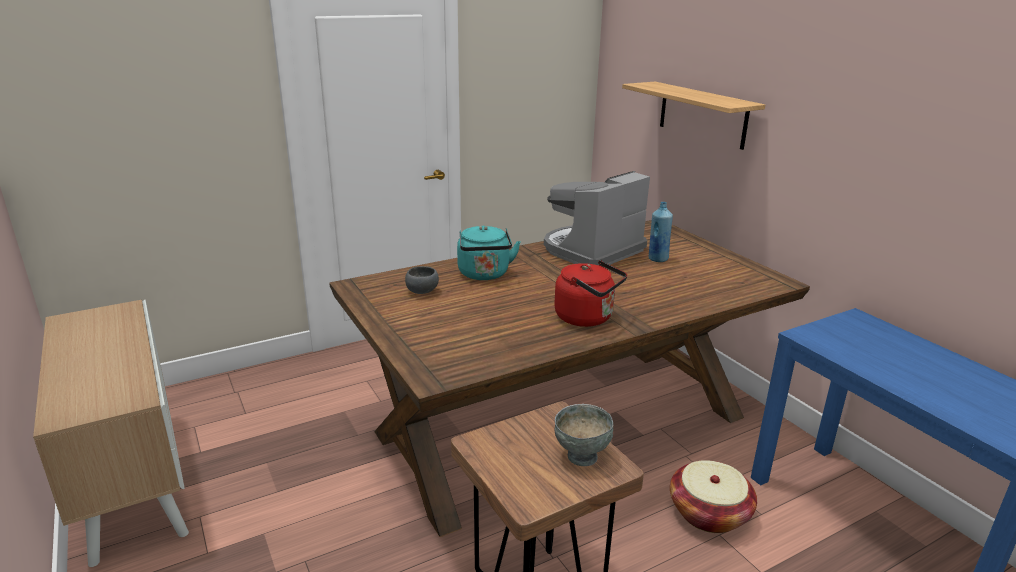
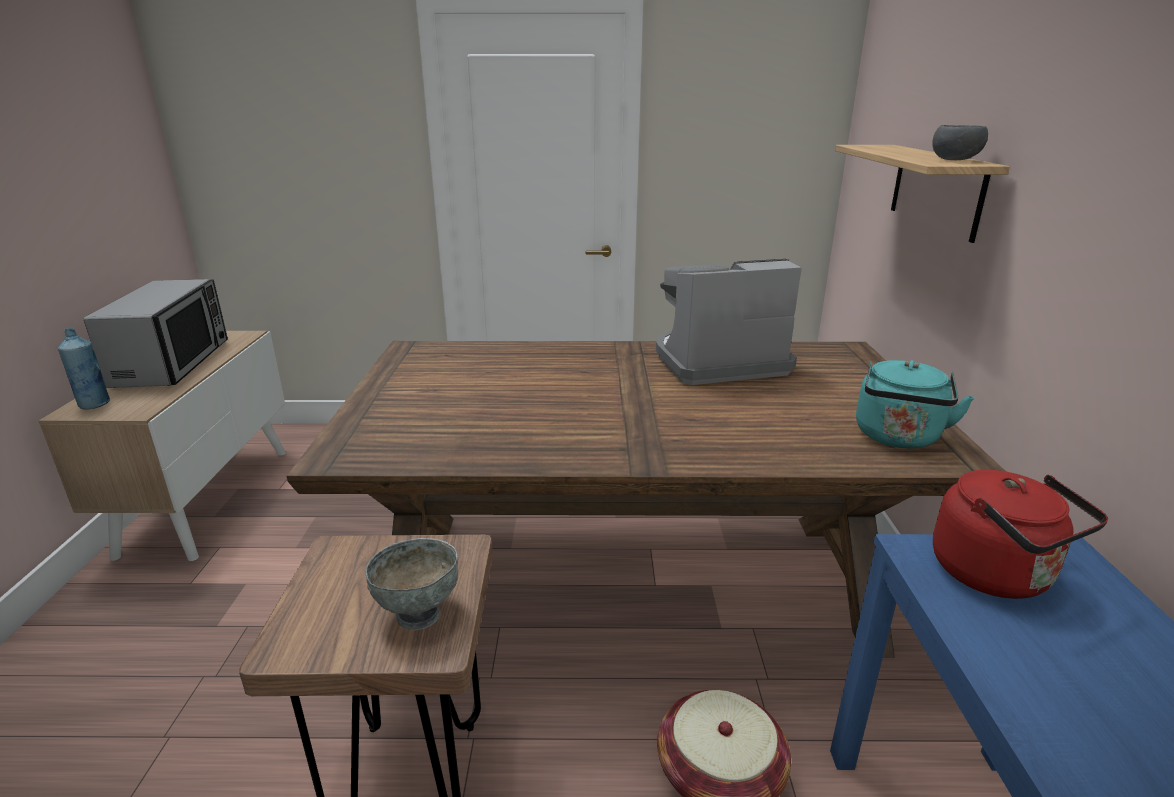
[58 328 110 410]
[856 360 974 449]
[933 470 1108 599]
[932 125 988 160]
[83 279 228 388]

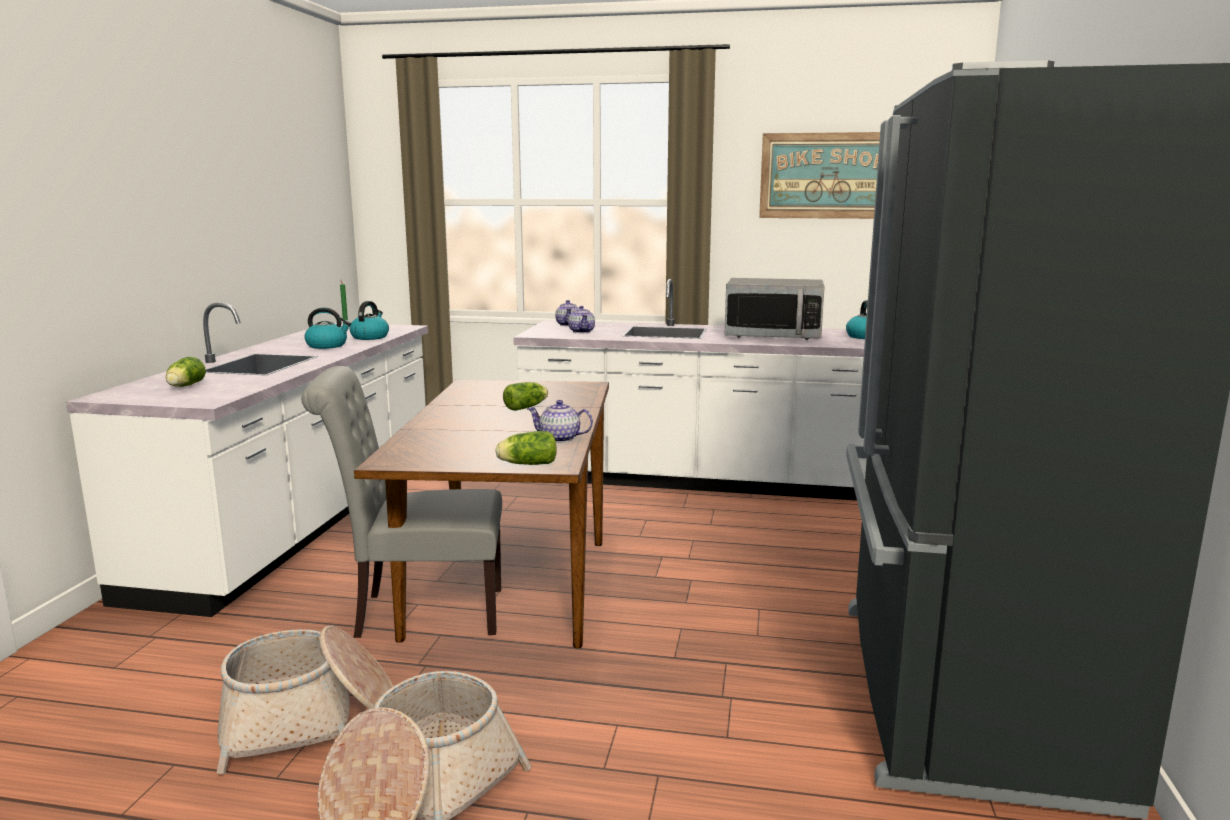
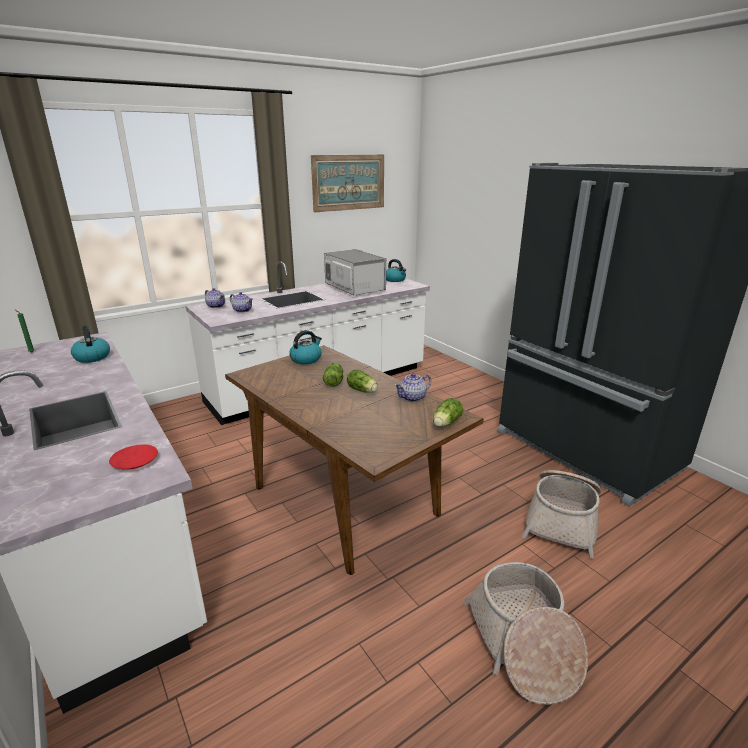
[324 249 386 295]
[289 330 322 364]
[347 369 378 393]
[301 366 502 638] (first image)
[522 470 601 558]
[109 444 158 470]

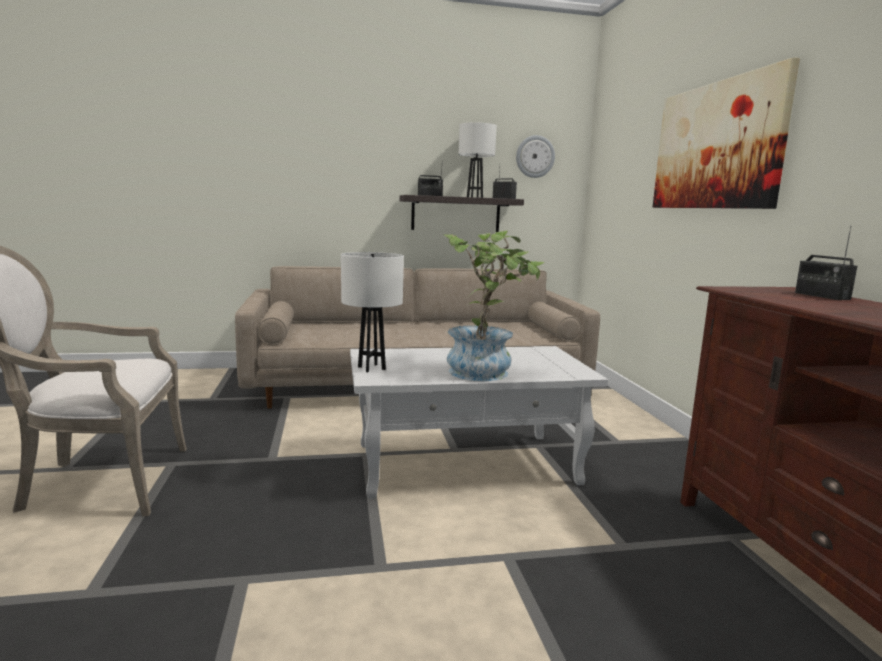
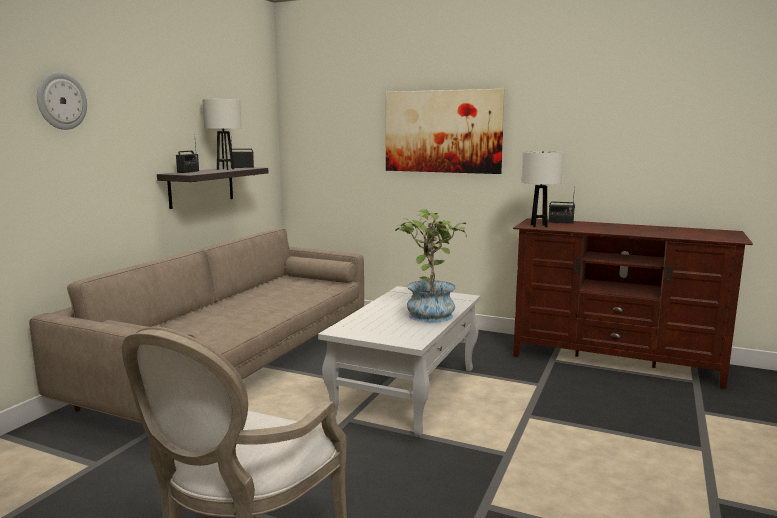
[37 72 87 130]
[521 151 564 227]

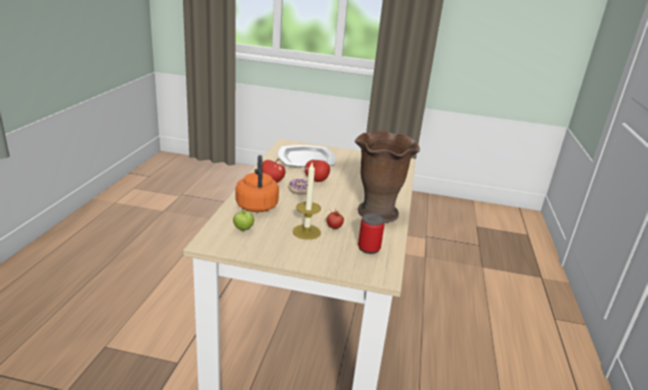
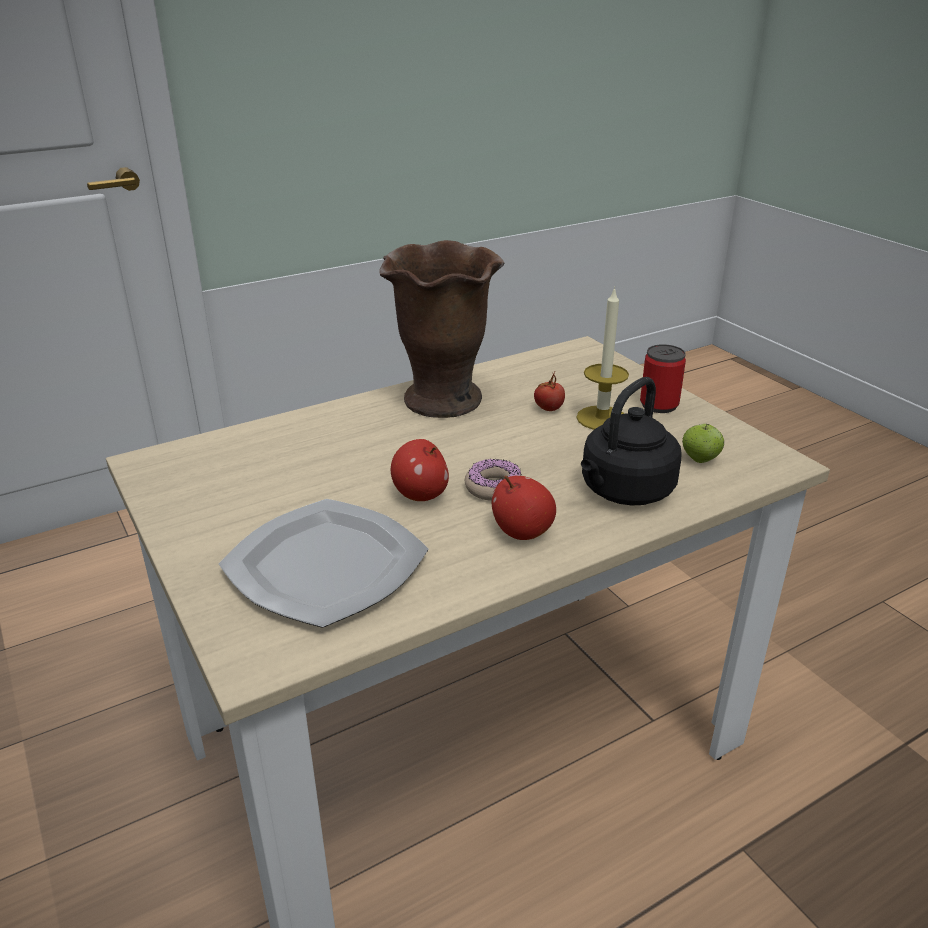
[581 377 682 506]
[640 344 686 413]

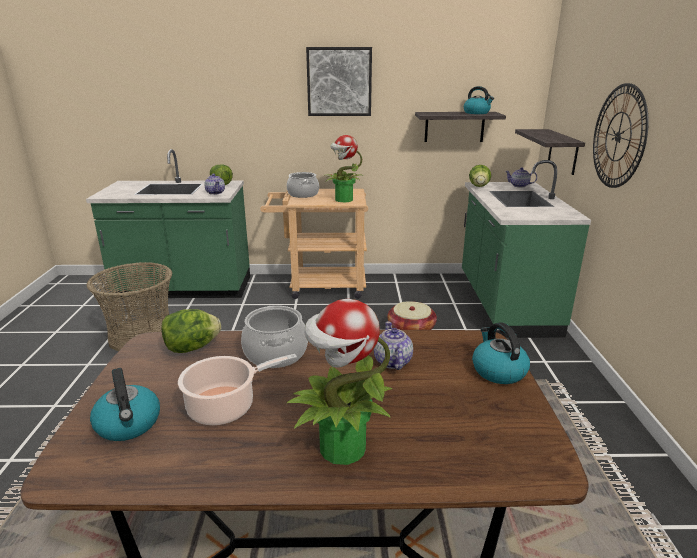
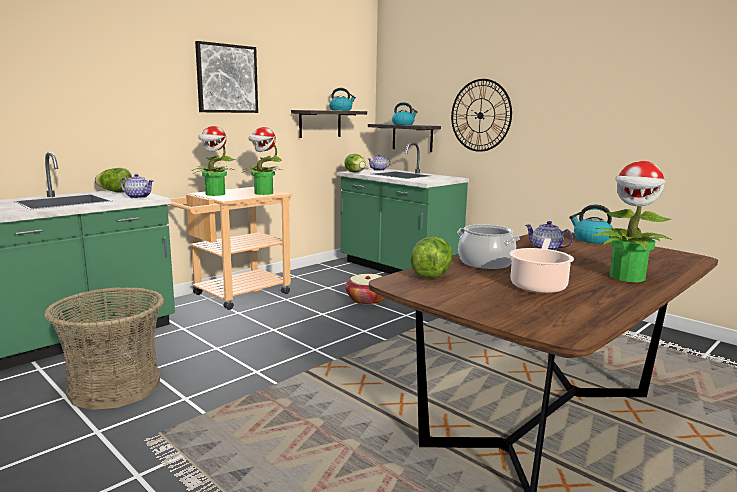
[192 126 235 196]
[392 102 418 125]

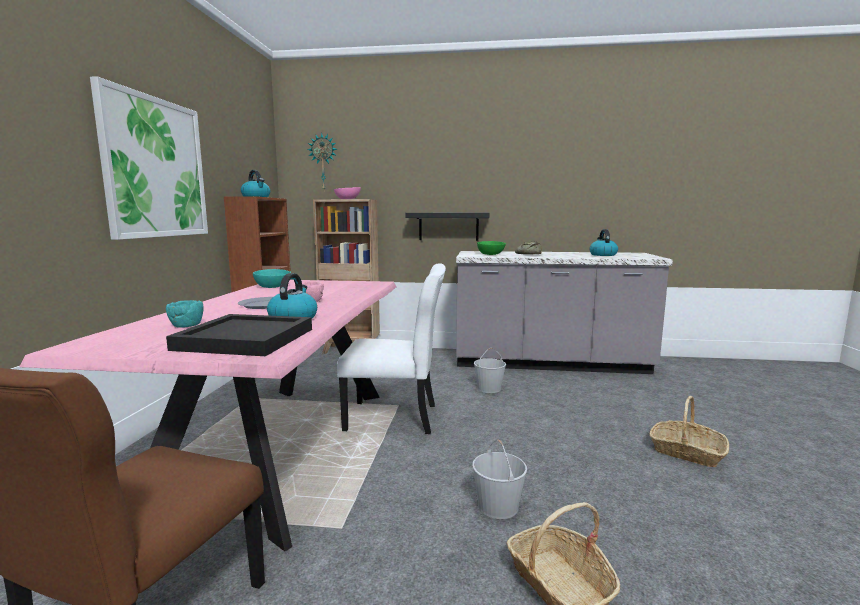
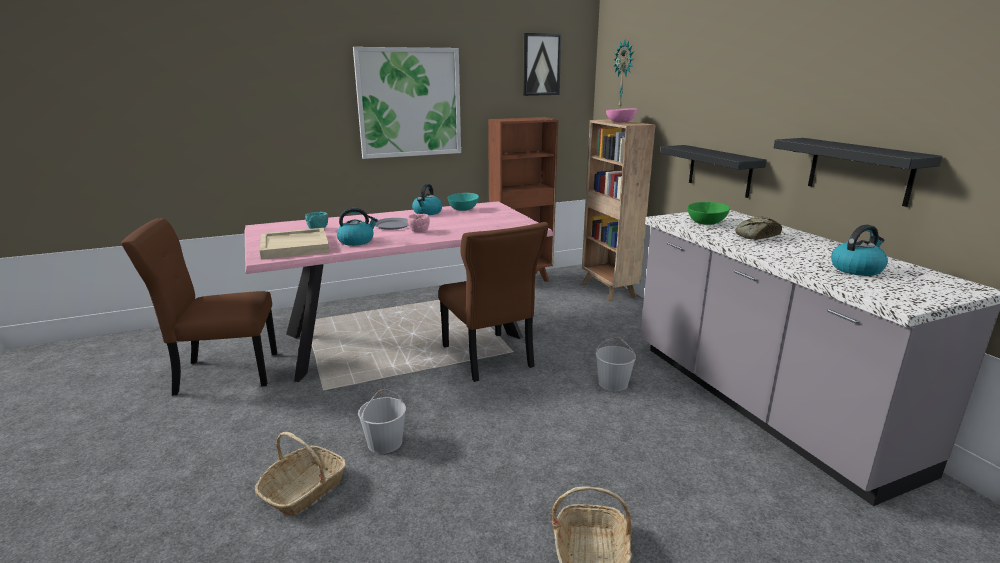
[412 184 442 215]
[439 222 549 382]
[260 228 329 259]
[523 33 562 96]
[774 138 943 207]

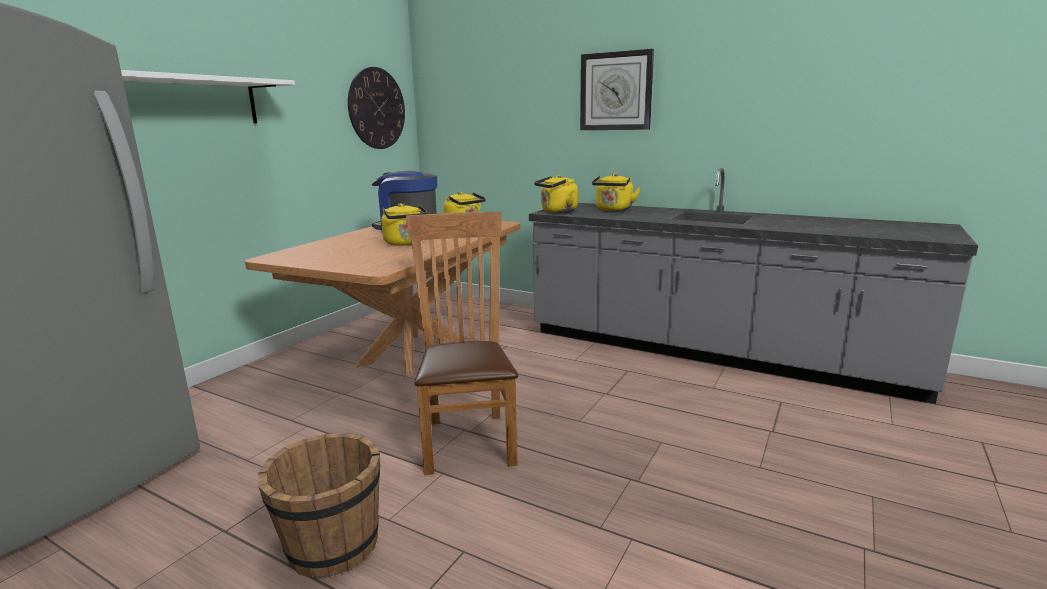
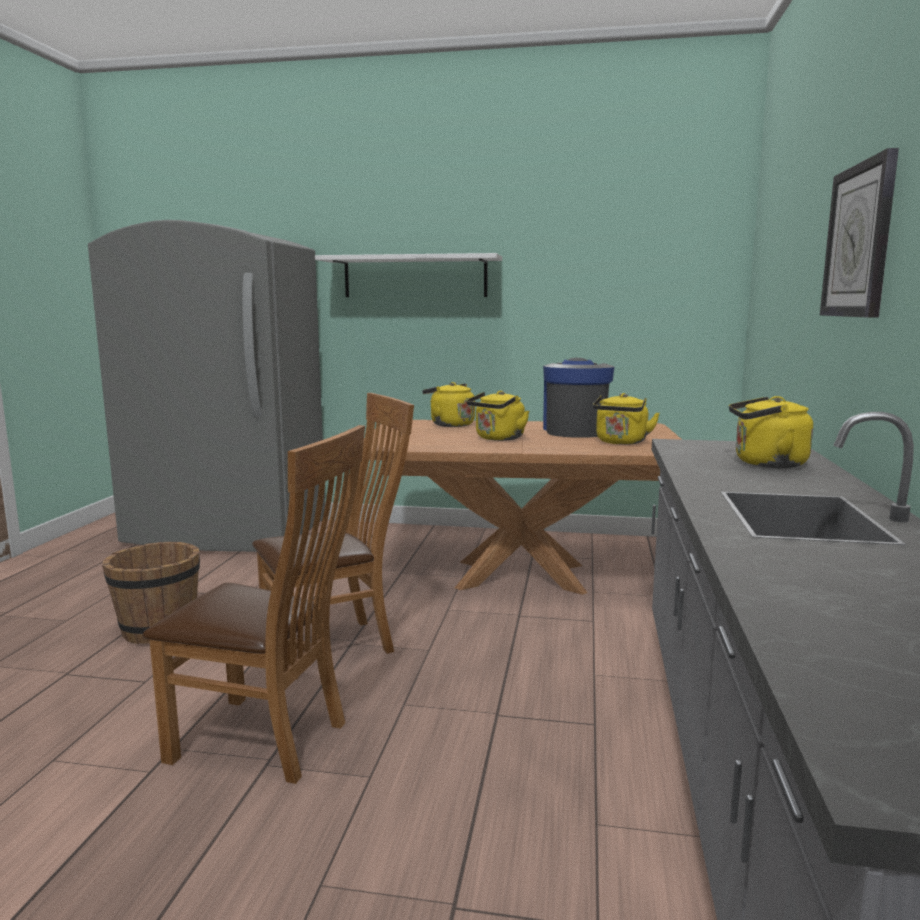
[348 67 405 149] (first image)
[422 382 475 427]
[143 425 365 784]

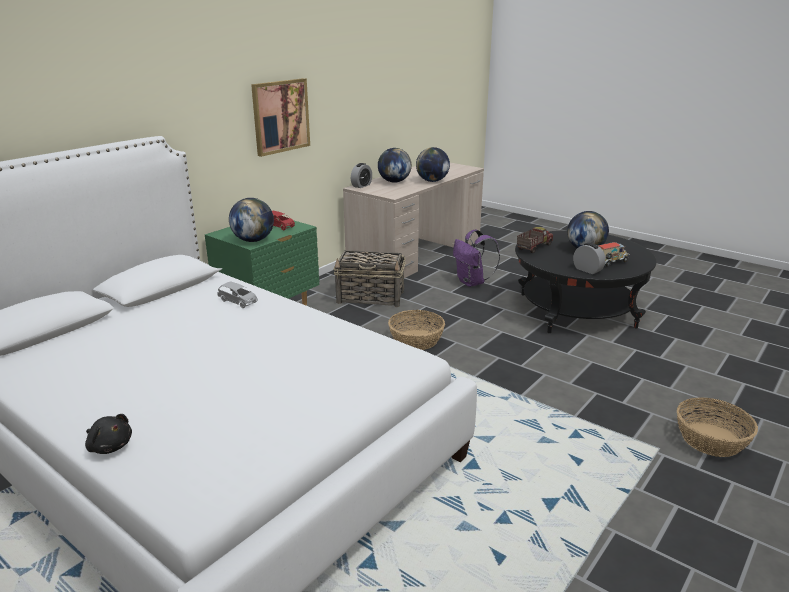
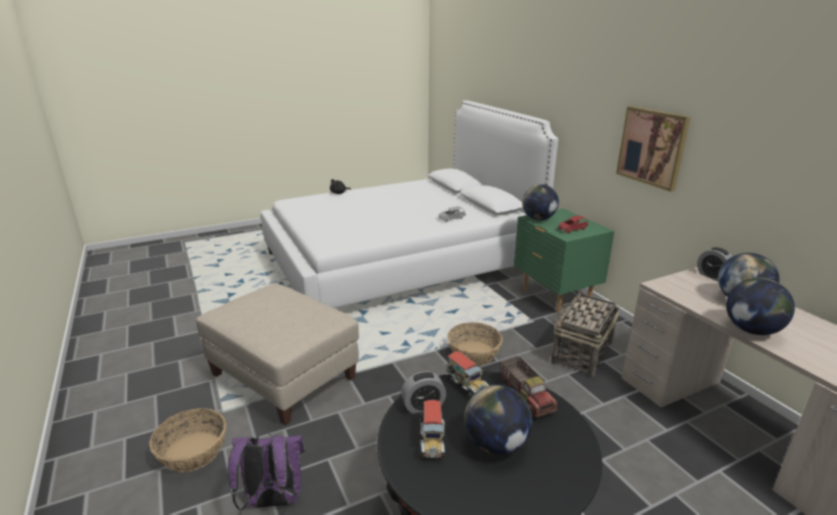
[228 432 305 510]
[196 284 359 425]
[445 351 489 398]

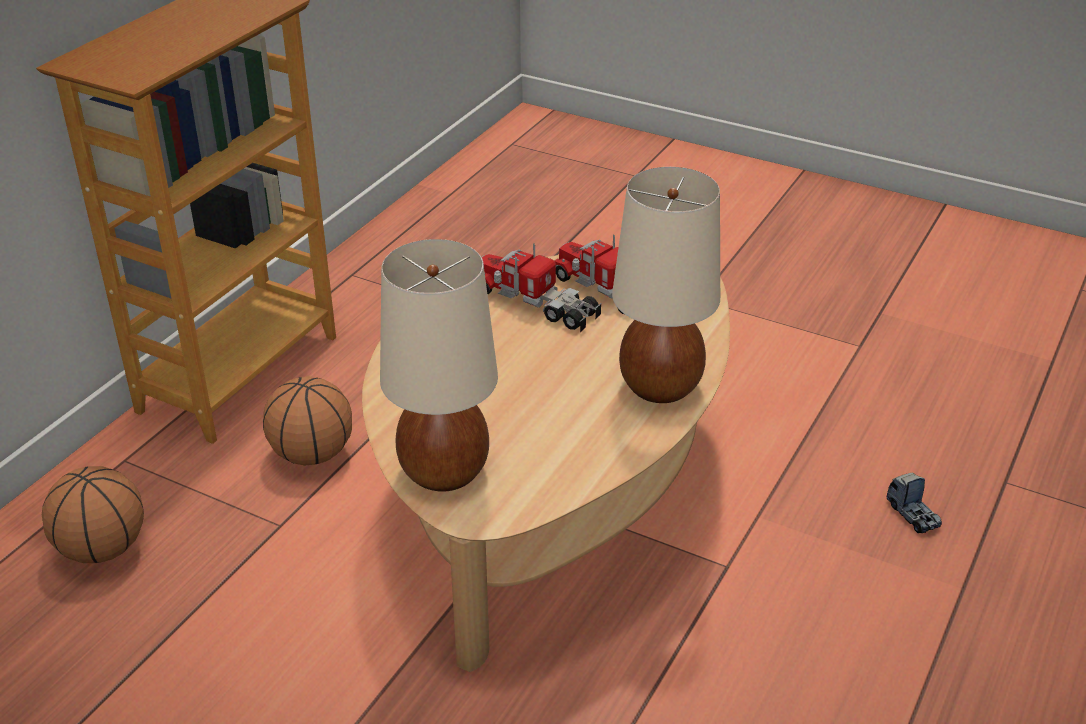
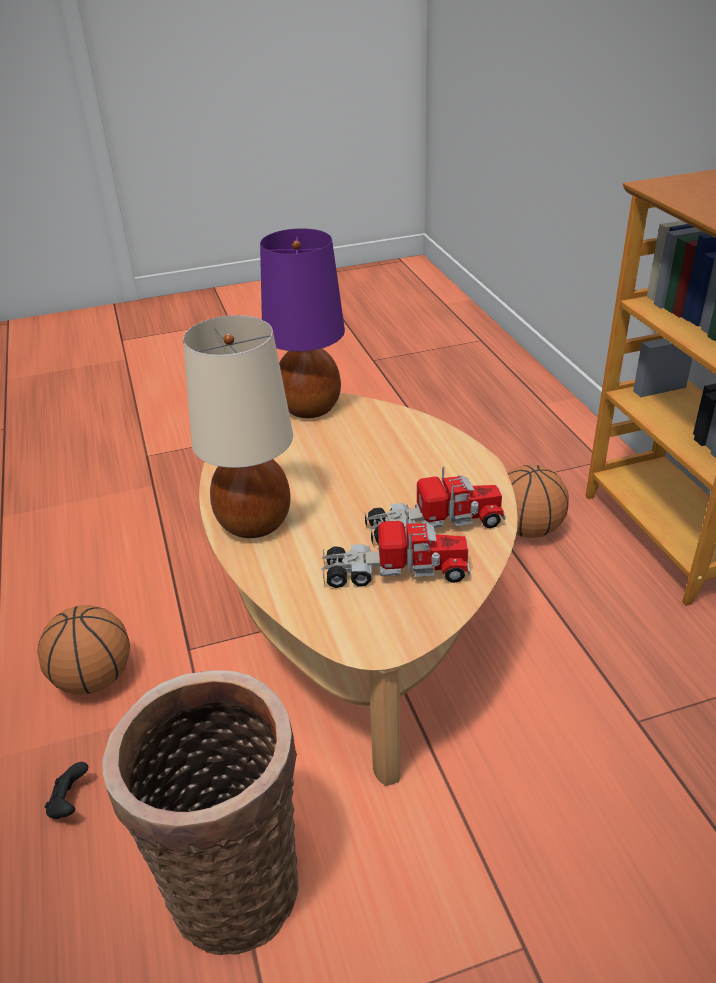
[260 228 345 418]
[37 605 130 694]
[45 762 88 819]
[102 670 299 955]

